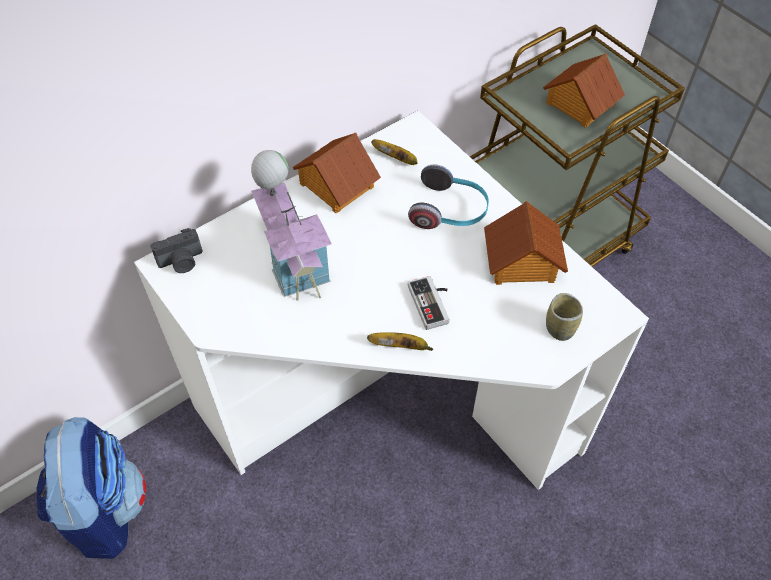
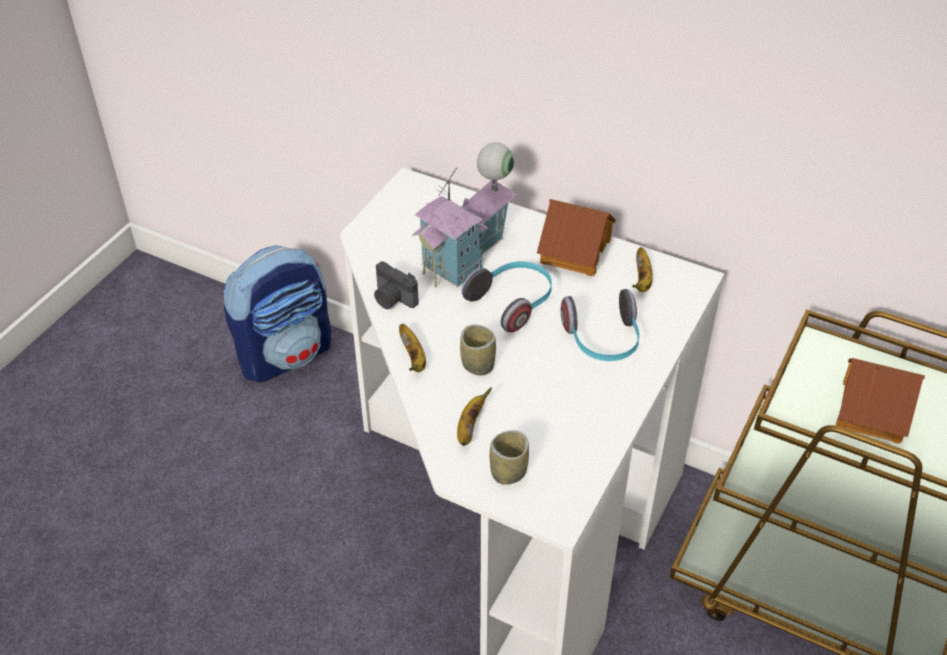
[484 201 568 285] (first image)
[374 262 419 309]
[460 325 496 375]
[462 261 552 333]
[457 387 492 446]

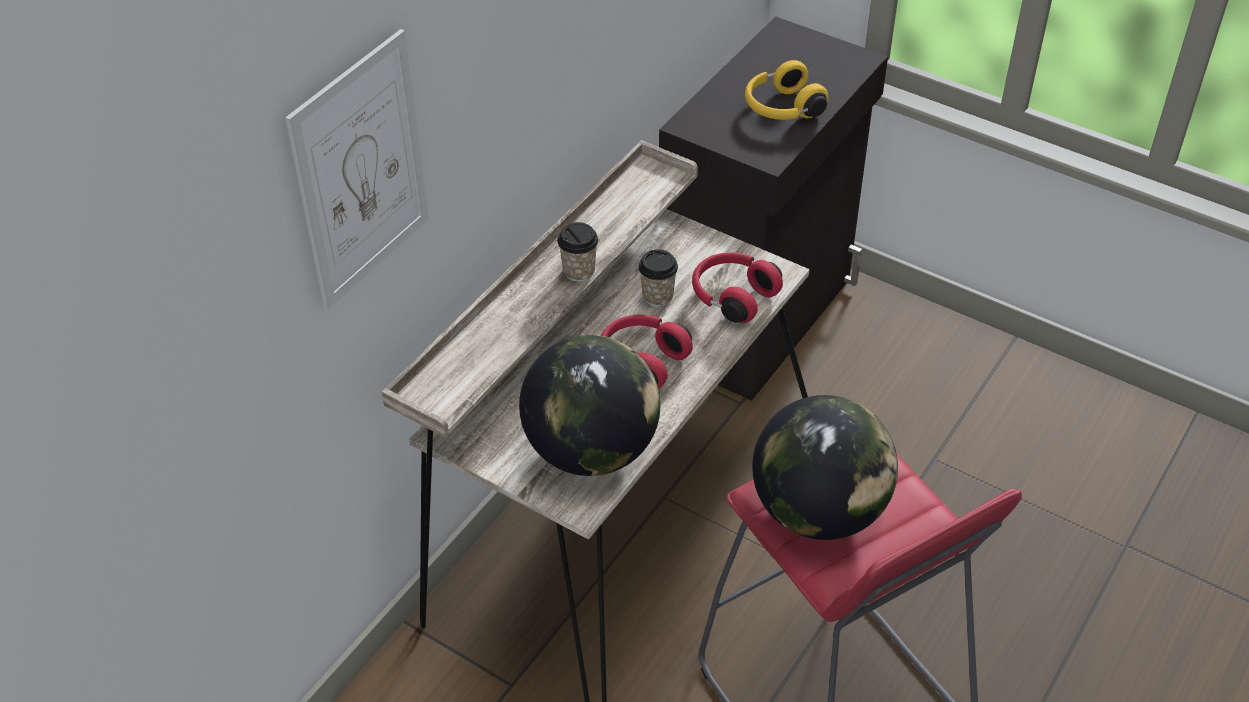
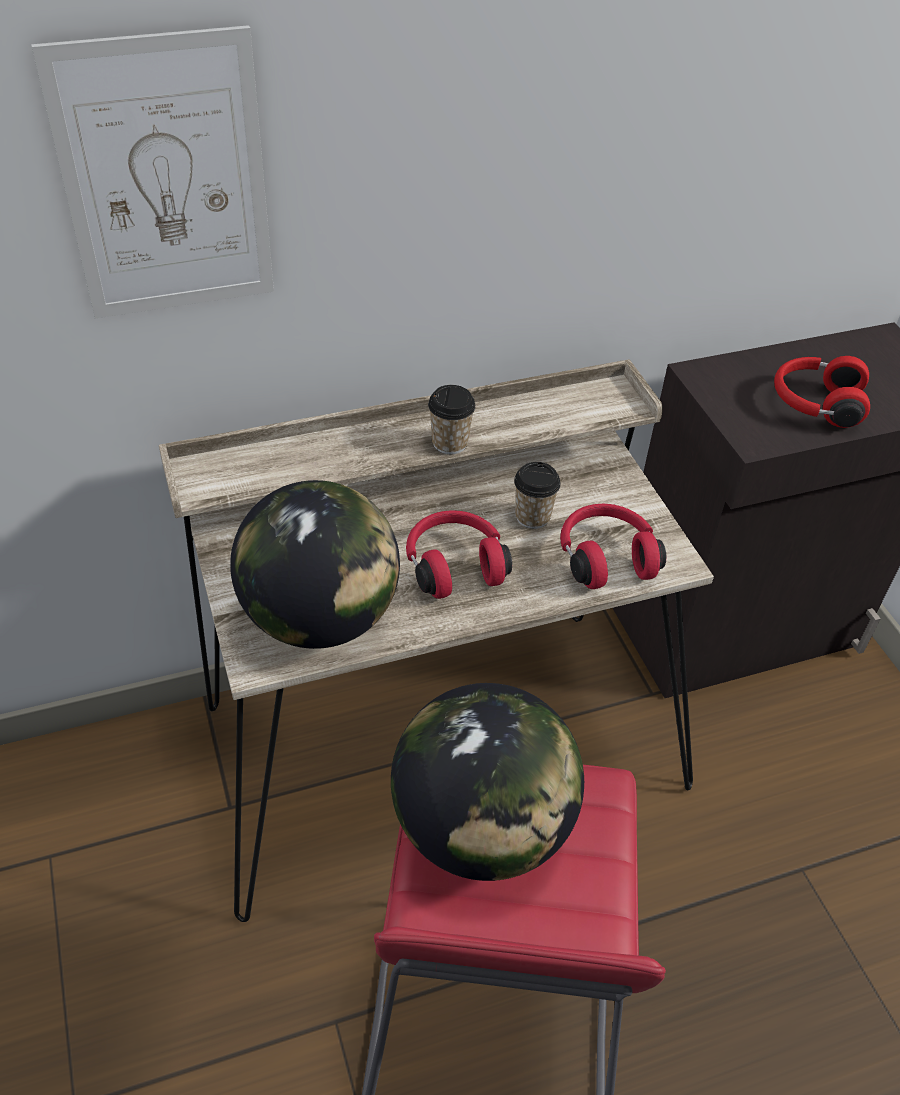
[774 356 870 428]

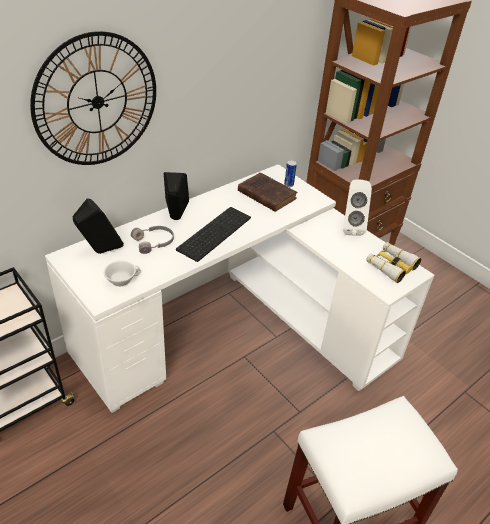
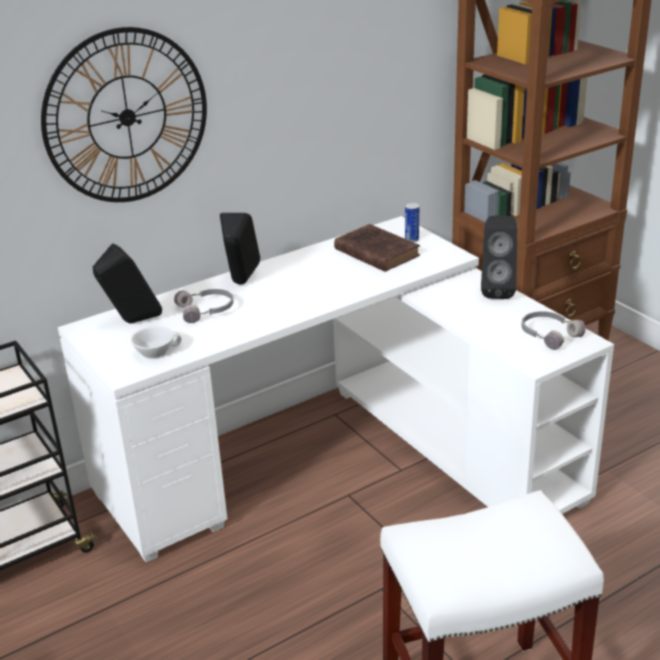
[481 215 517 299]
[176 207 251 262] (first image)
[522 311 586 350]

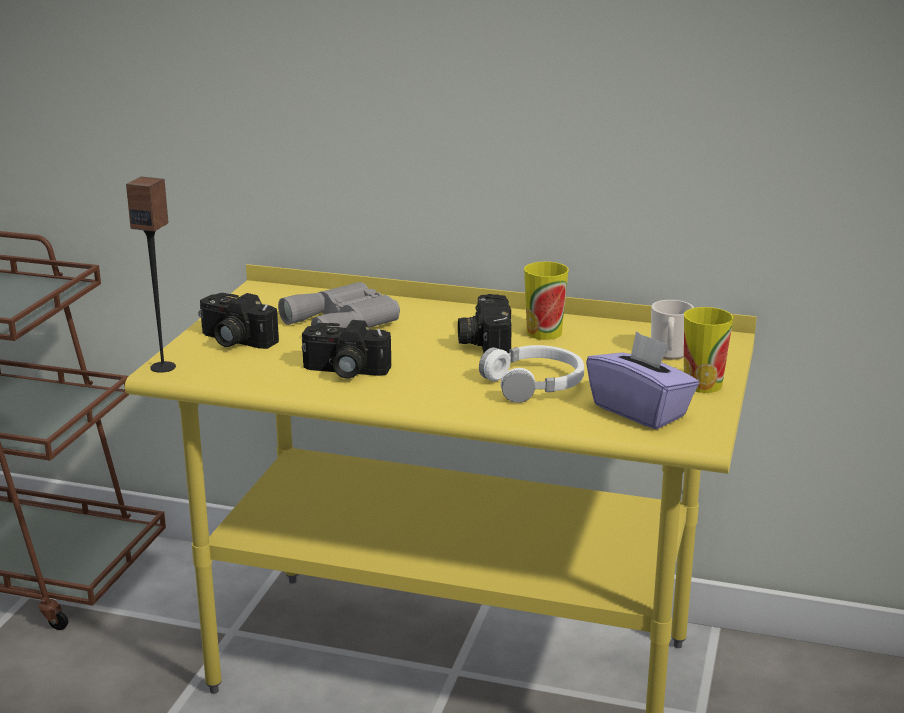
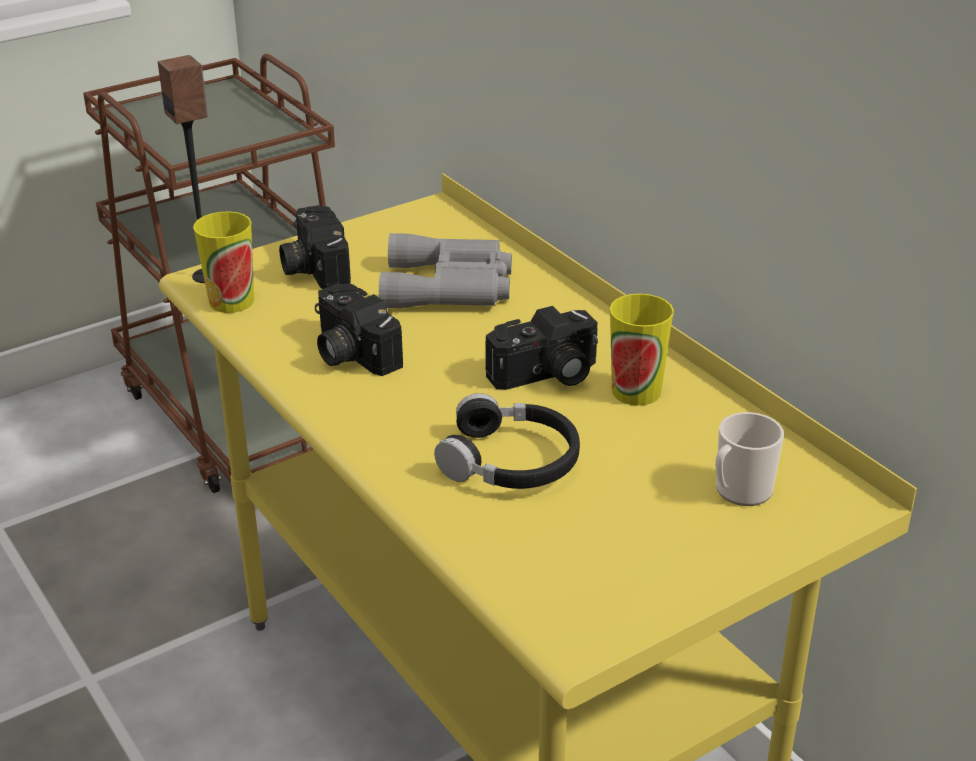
[485 306 598 390]
[193 211 254 313]
[586 331 699 430] (first image)
[434 393 580 489]

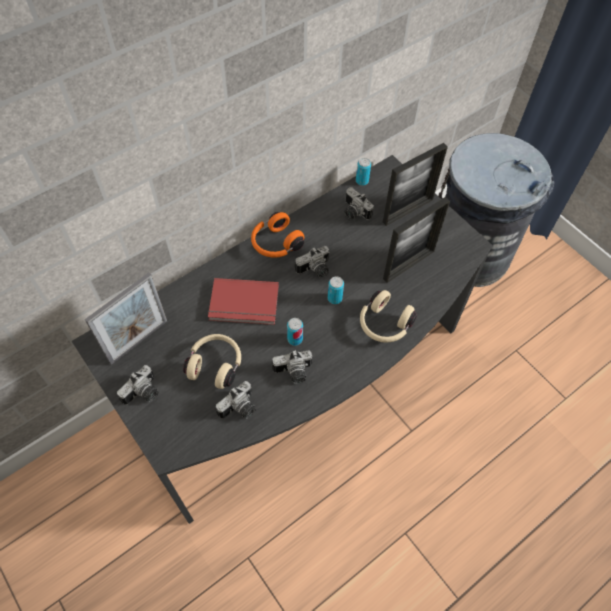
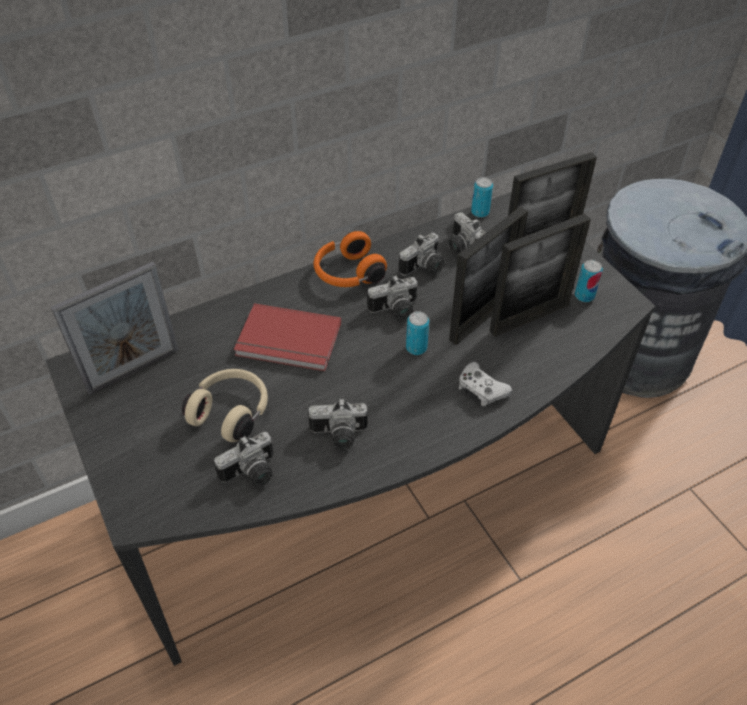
[459 362 512 406]
[575 260 603 302]
[399 233 445 276]
[449 207 528 345]

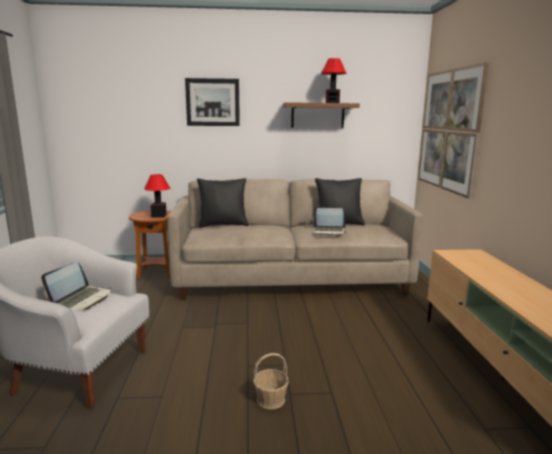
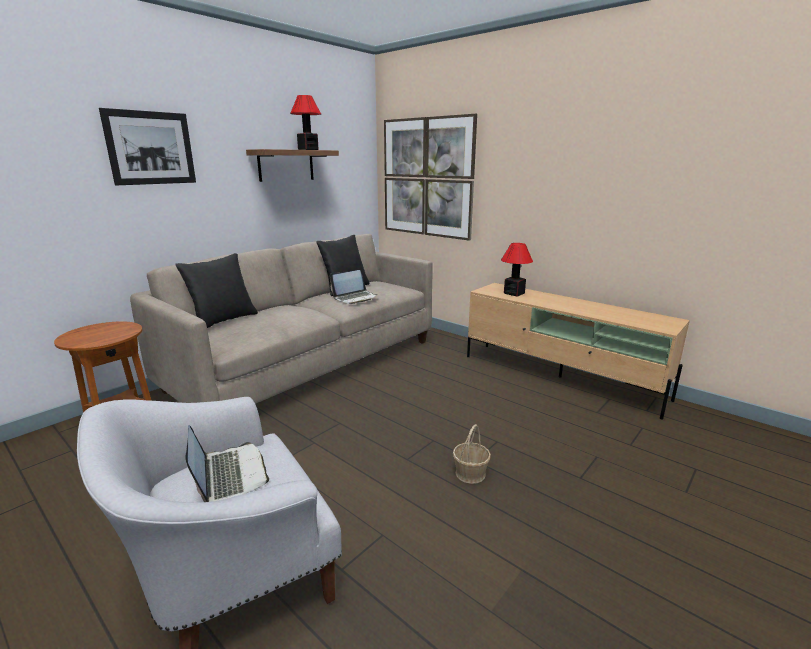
[501 243 533 297]

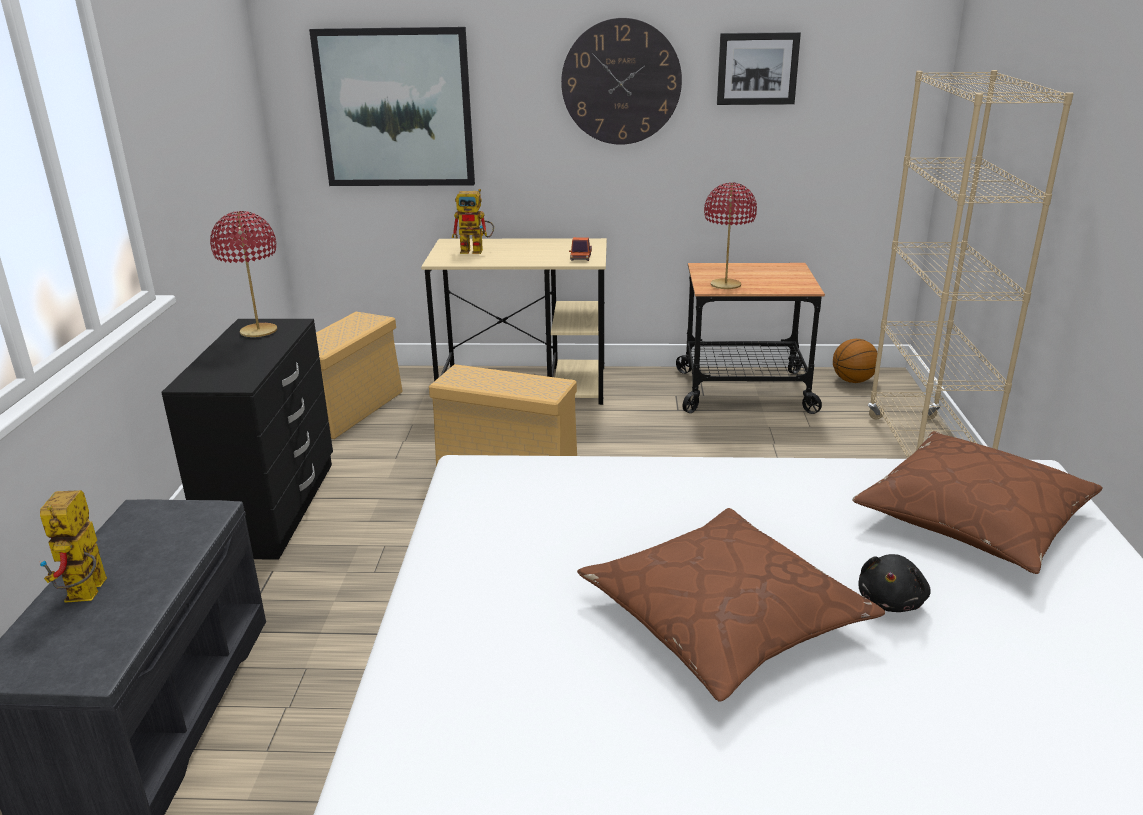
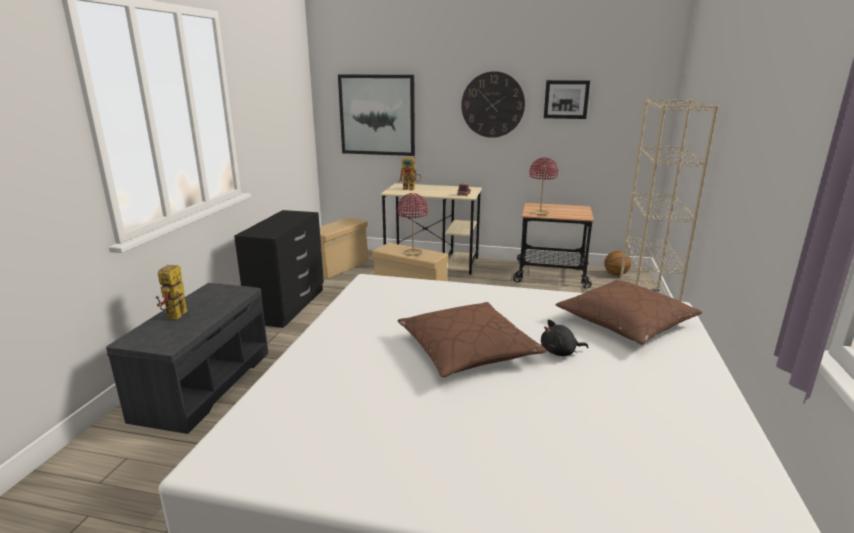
[397 193 428 256]
[541 319 589 356]

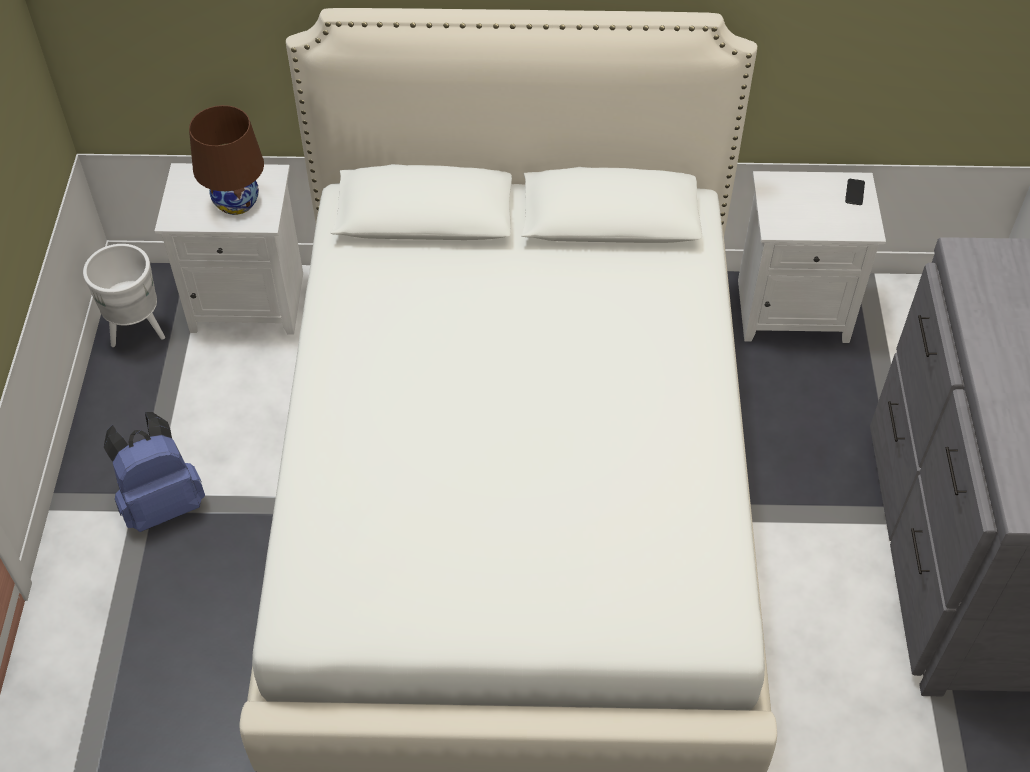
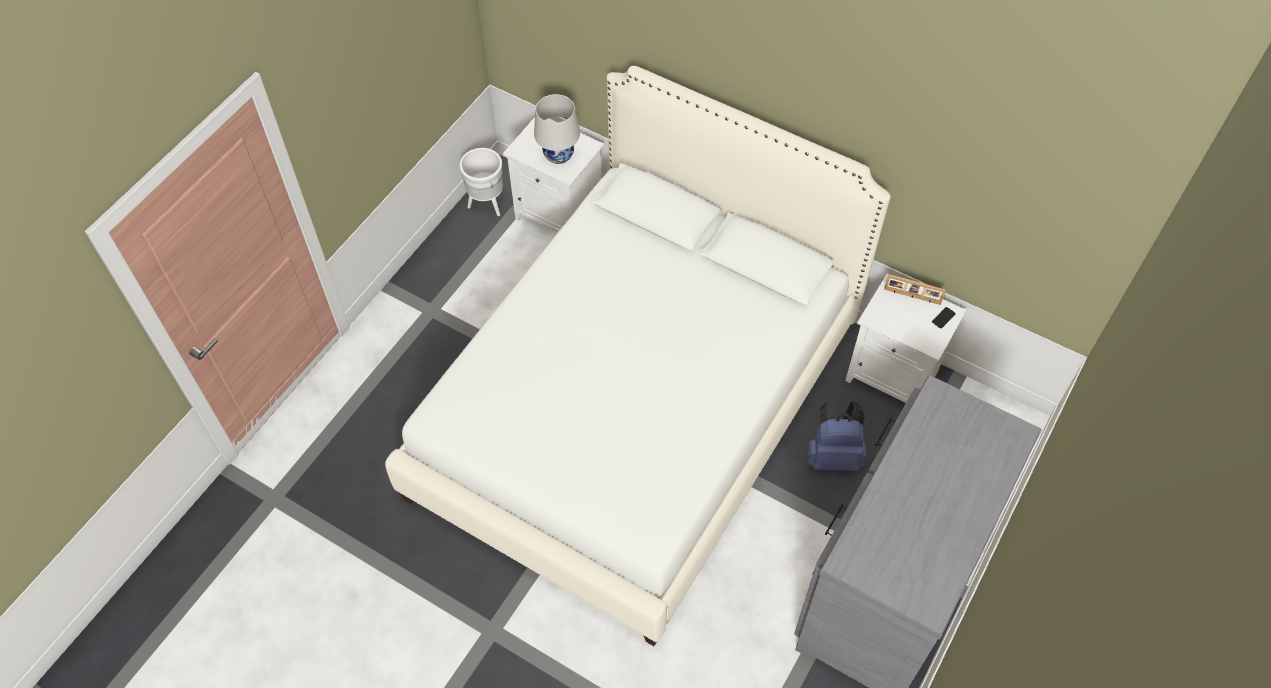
[534 94 580 164]
[808 400 866 471]
[884 274 946 305]

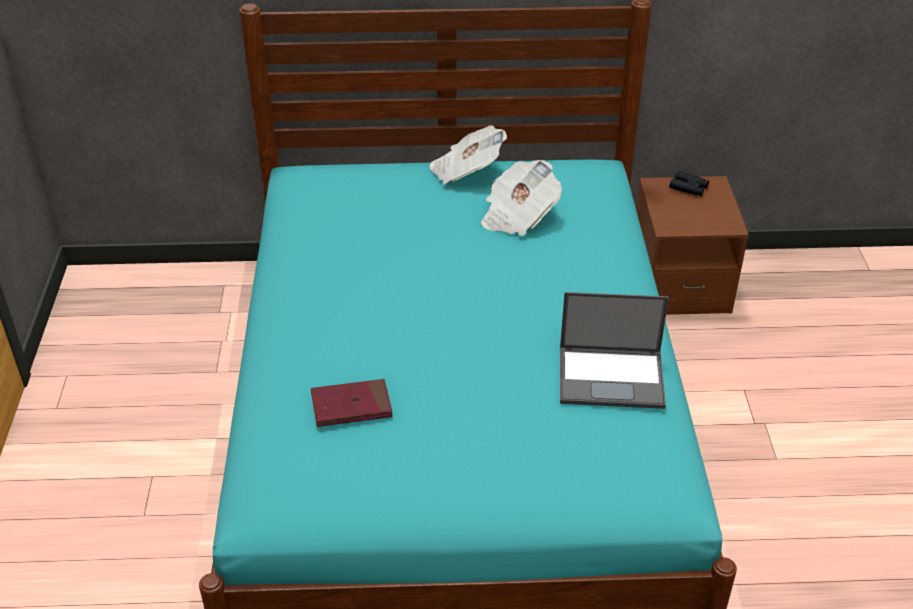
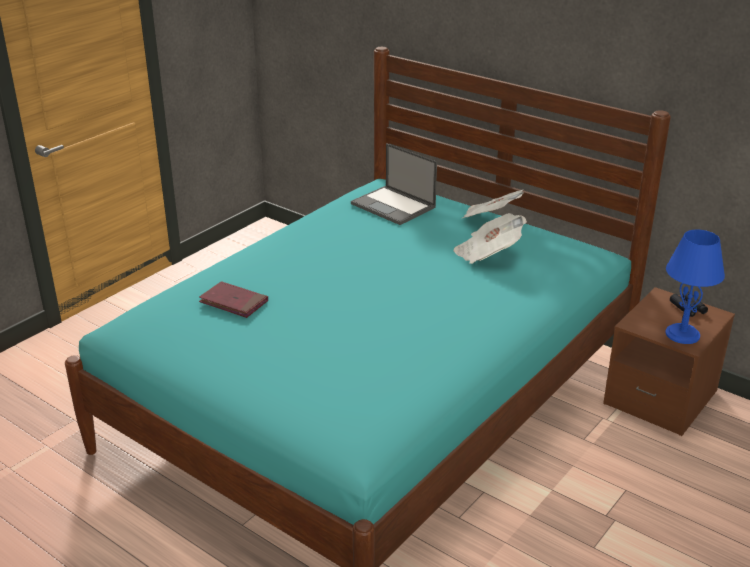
[351 143 437 225]
[665 230 725 344]

